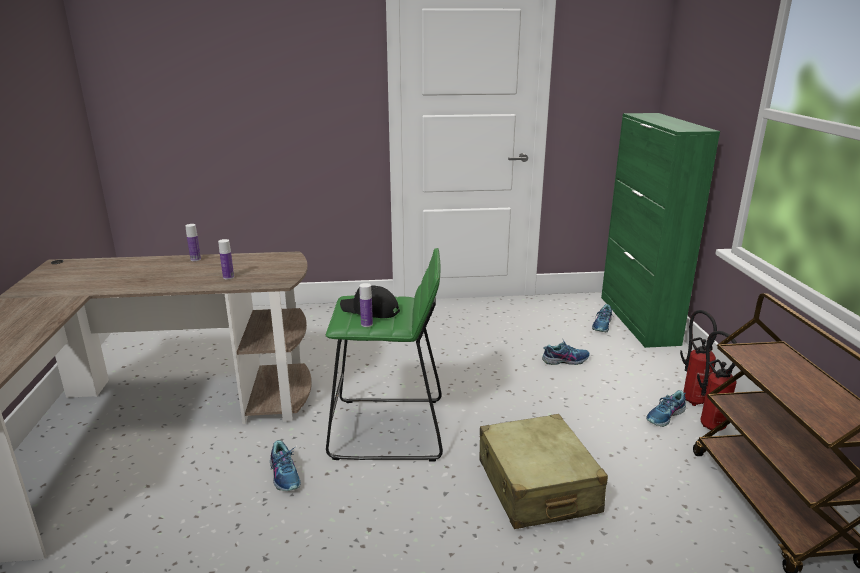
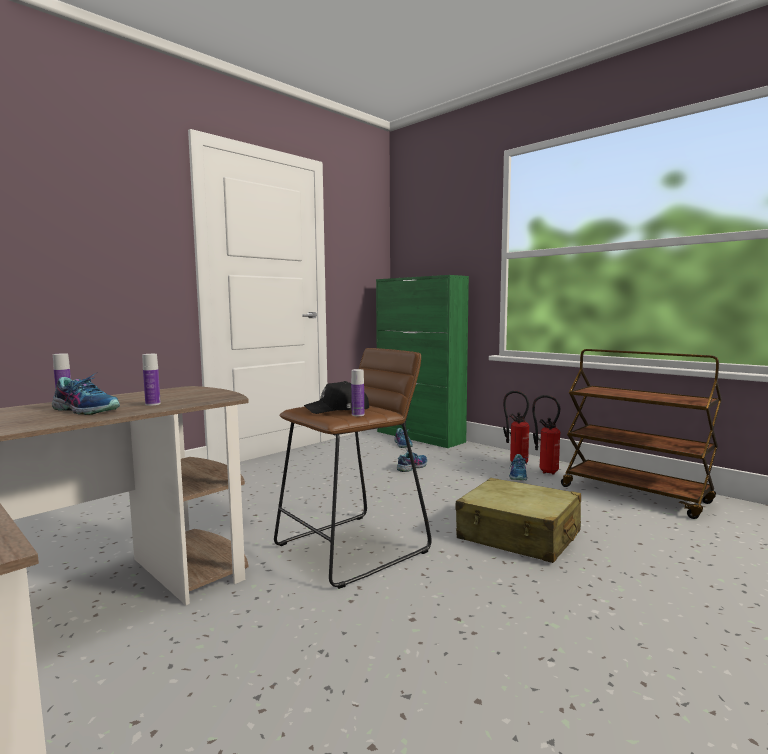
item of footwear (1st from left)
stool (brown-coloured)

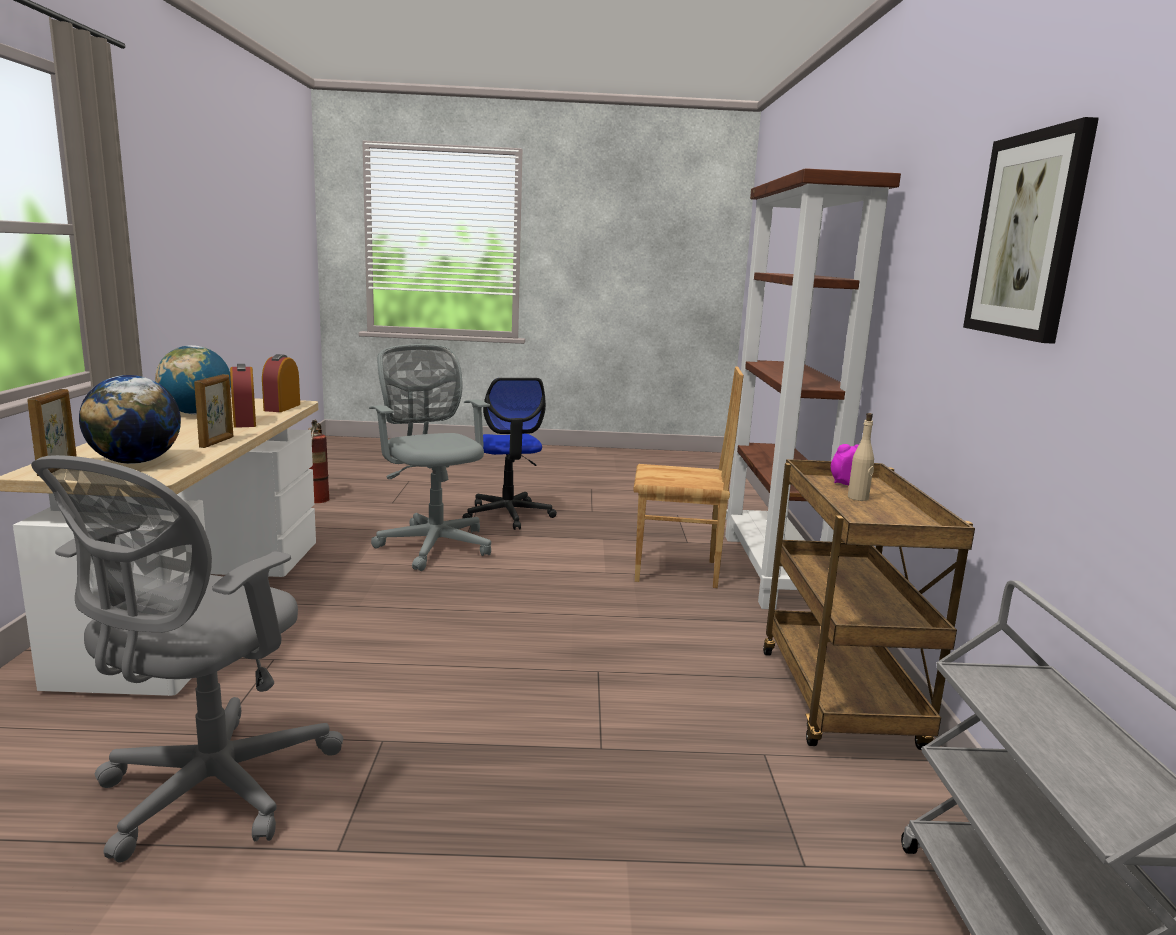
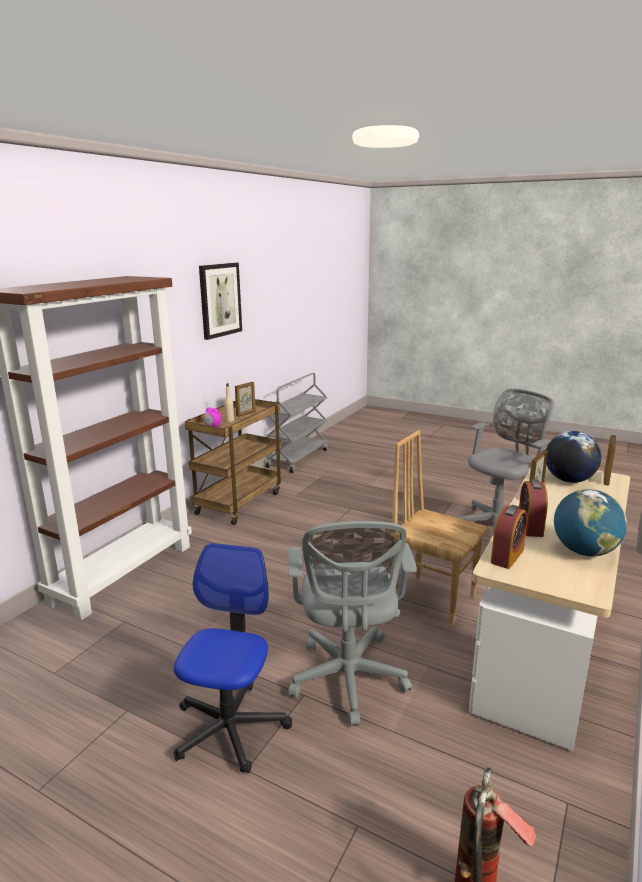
chair (brown-coloured)
photo frame (1st from left)

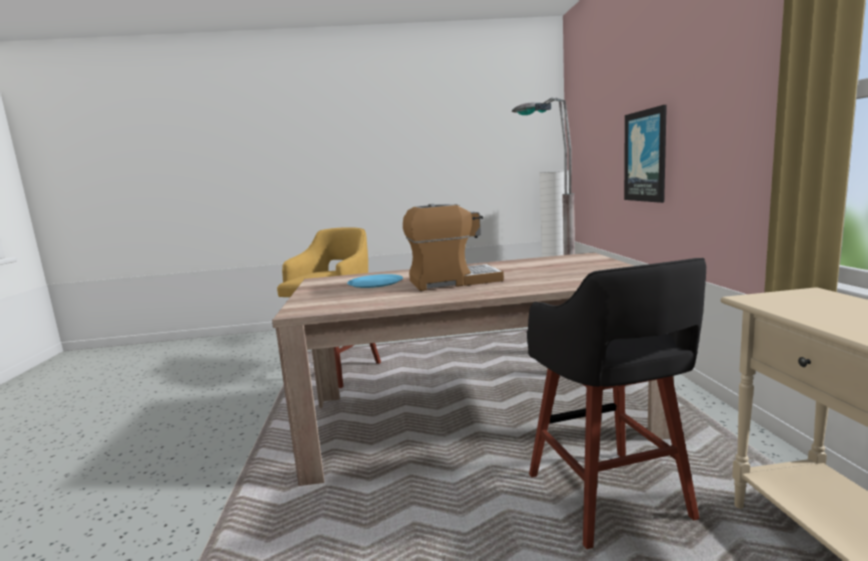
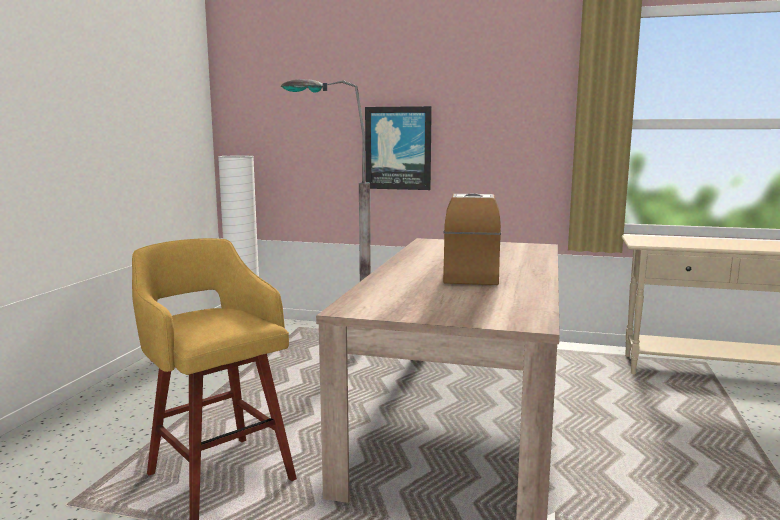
flat dish (blue-coloured)
stool (black-coloured)

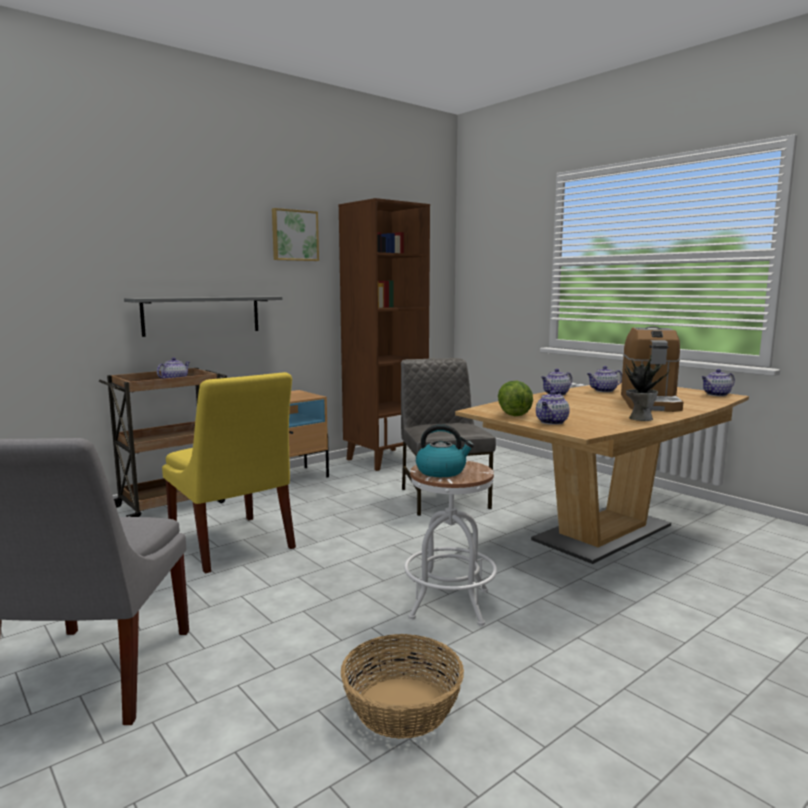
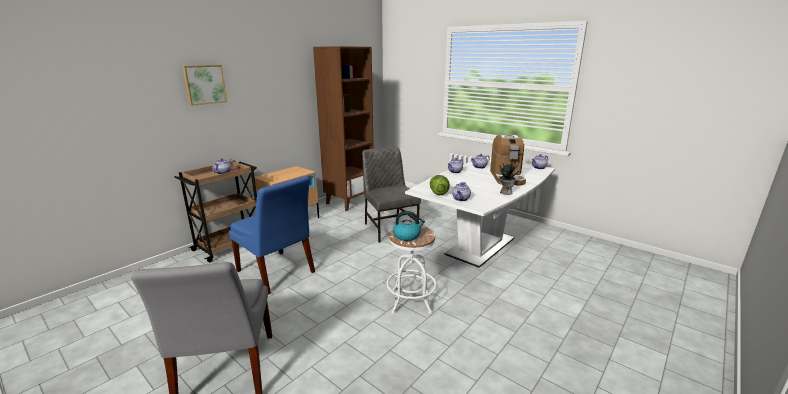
shelf (grey)
chair (blue-coloured)
picture
storage basket
dining table (white)

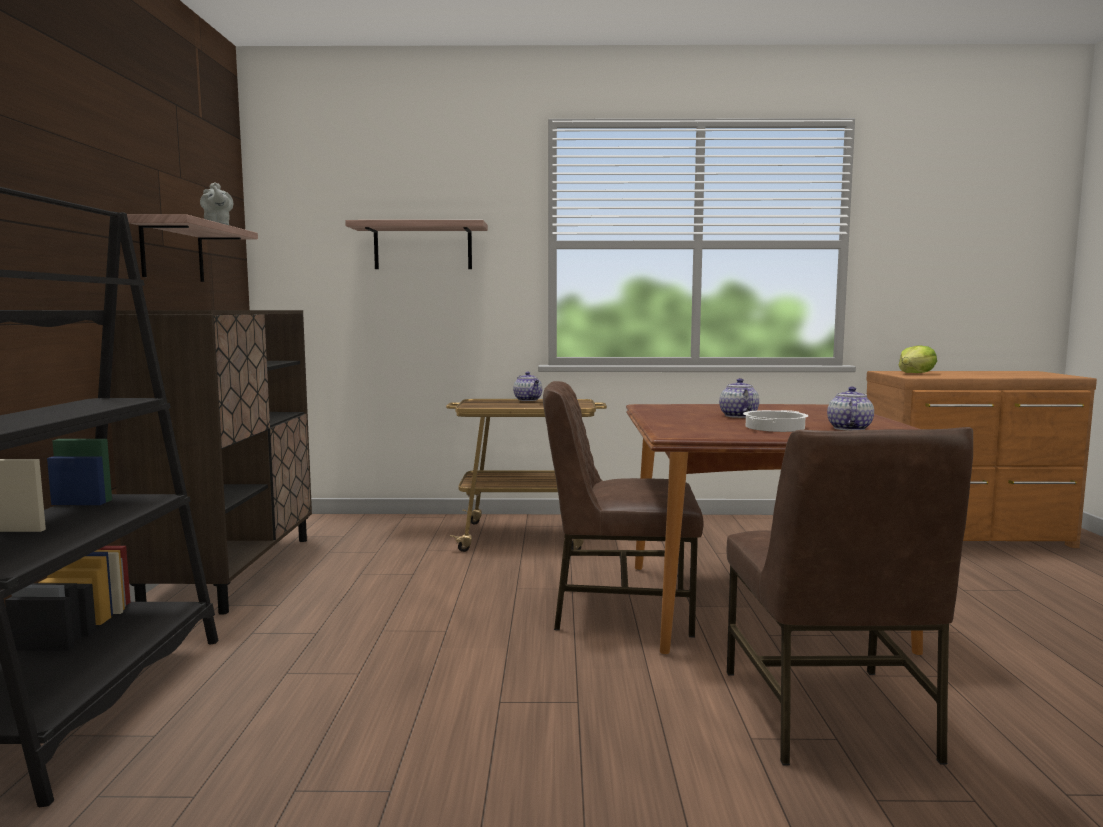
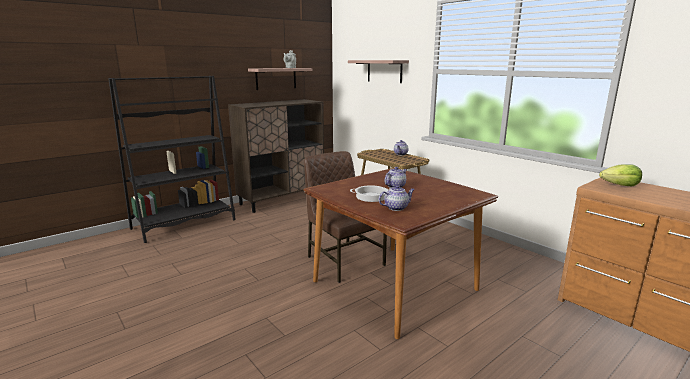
chair (brown-coloured) (2nd from left in the first image)

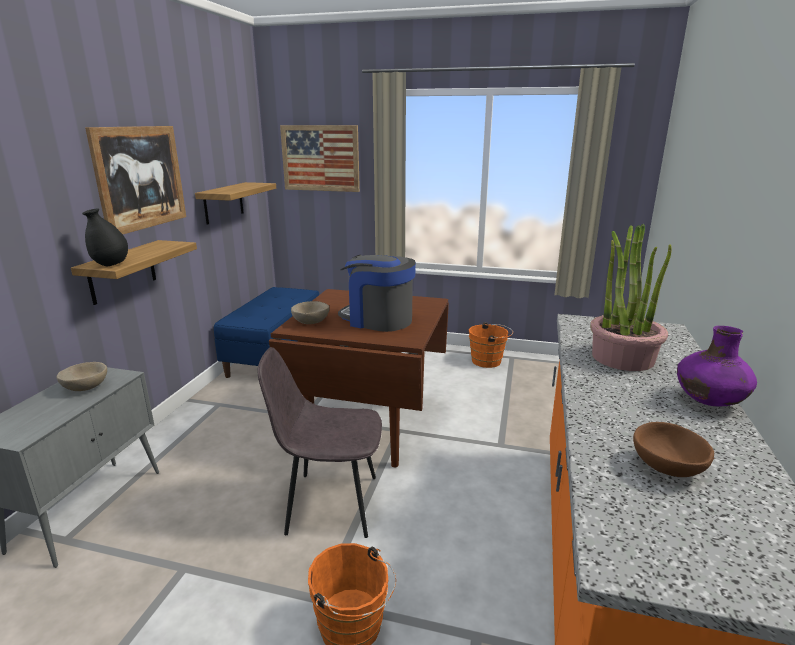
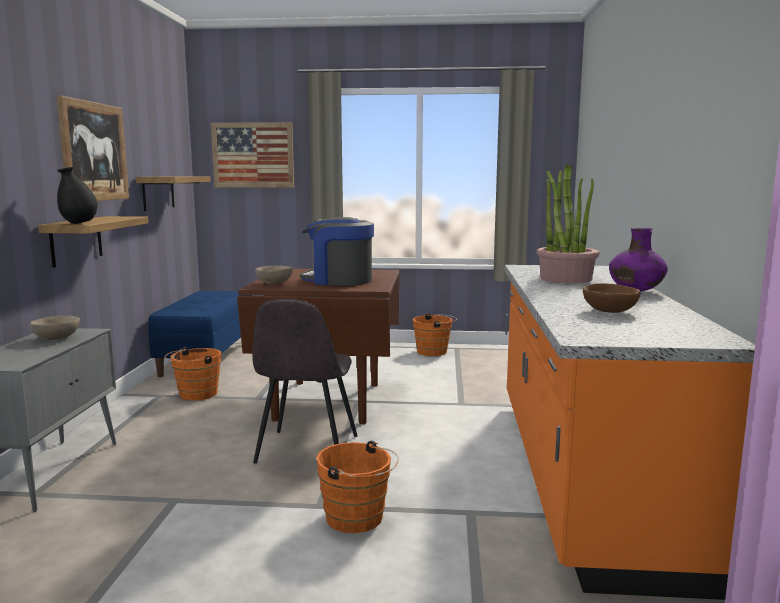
chair (grey)
bucket (orange) (1st from left)

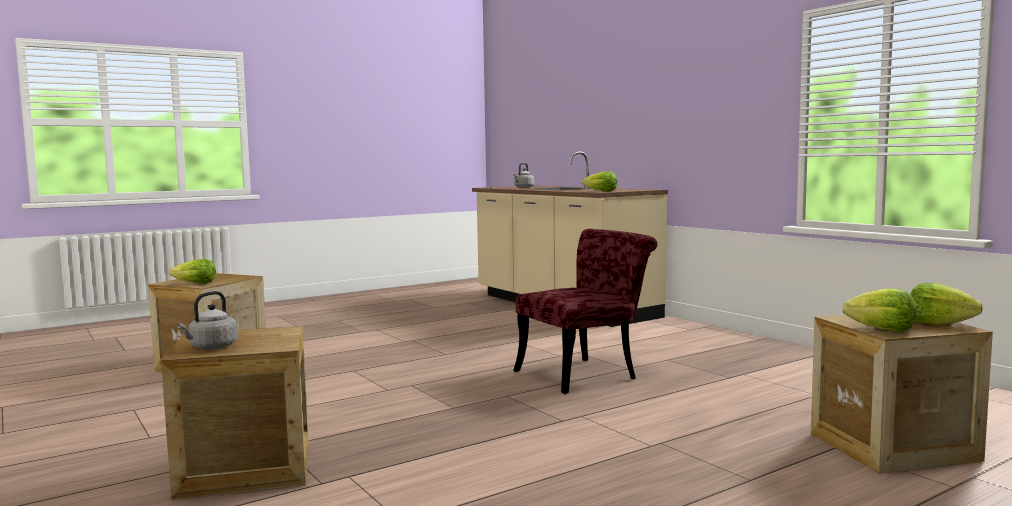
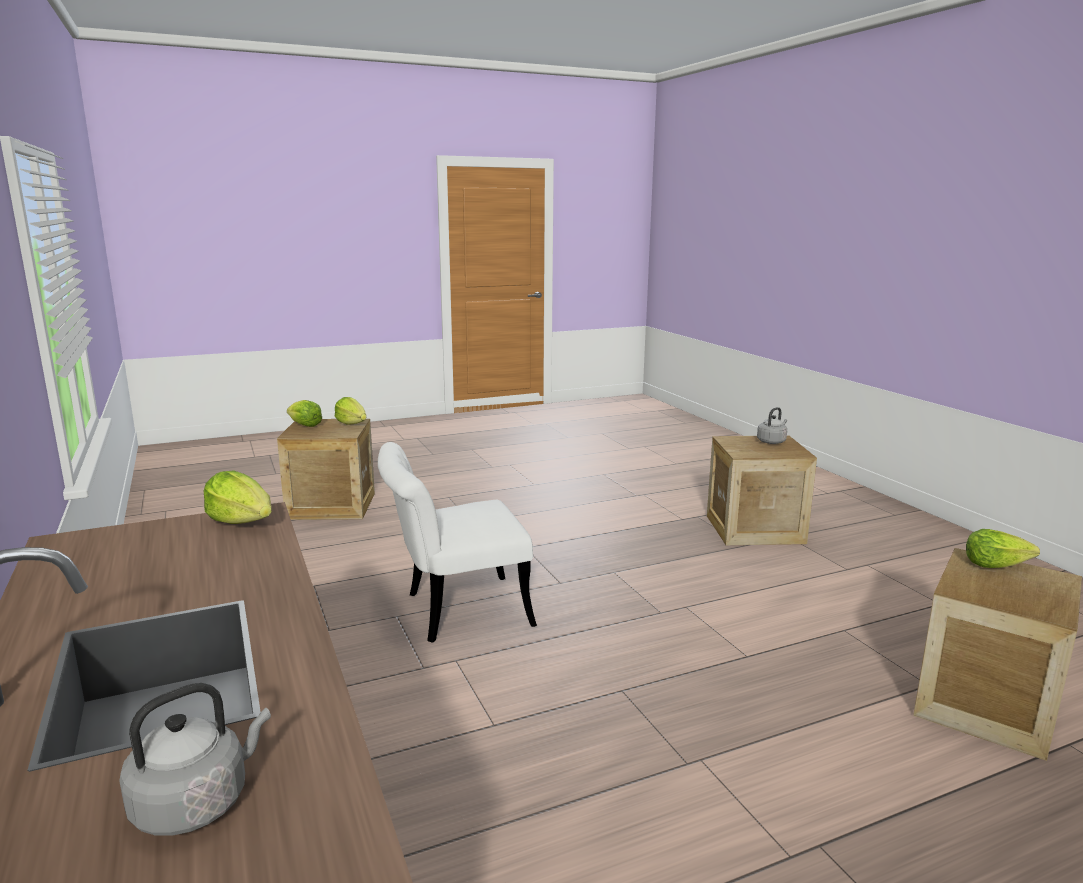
chair (white)

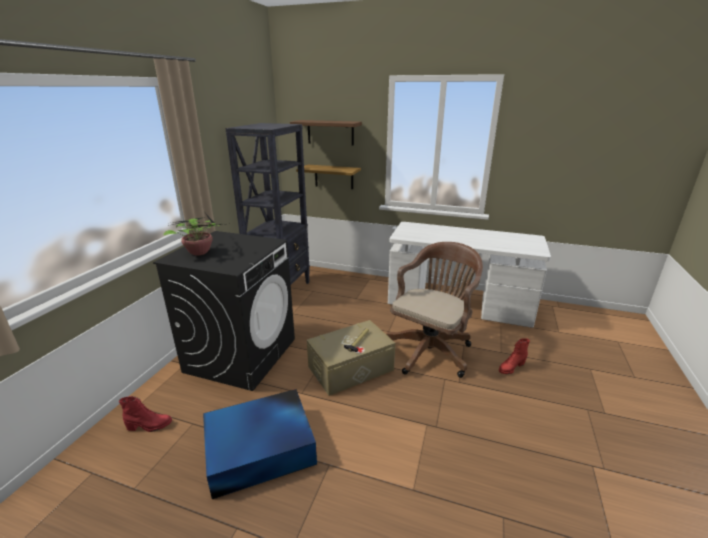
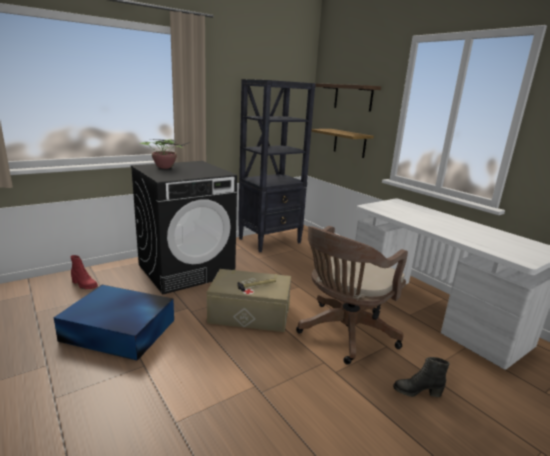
computer chair (brown-coloured)
tall boot (black-coloured)

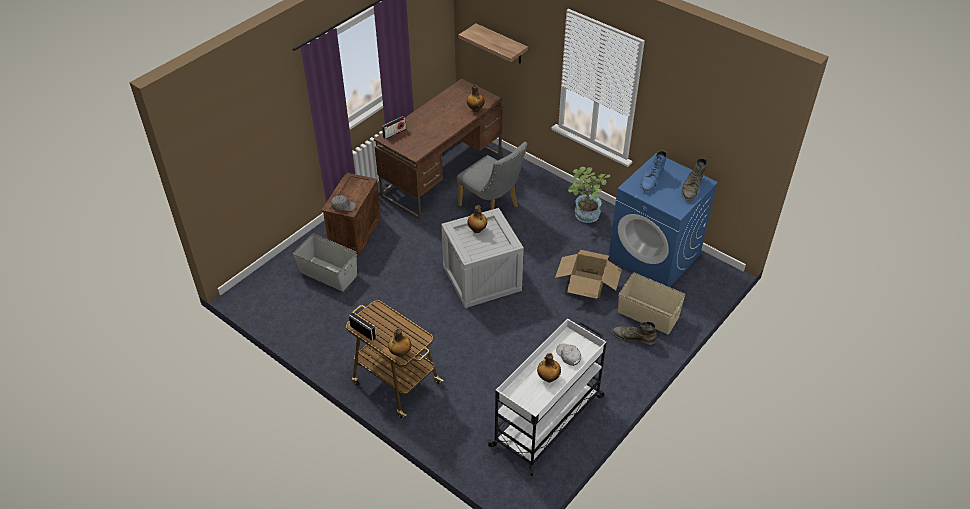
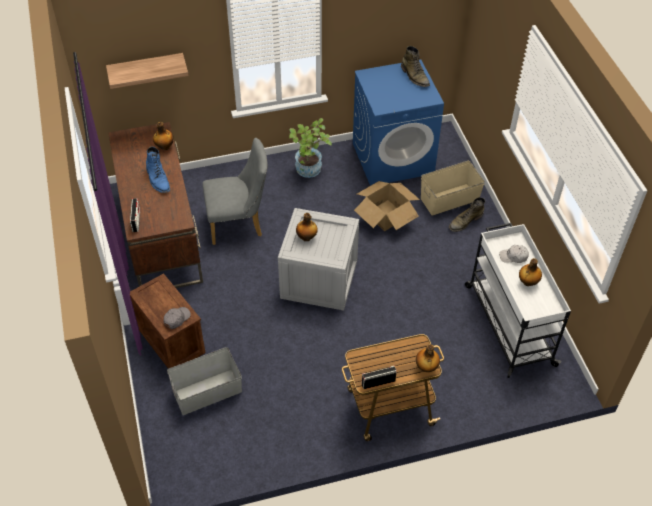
tall boot (blue-coloured)

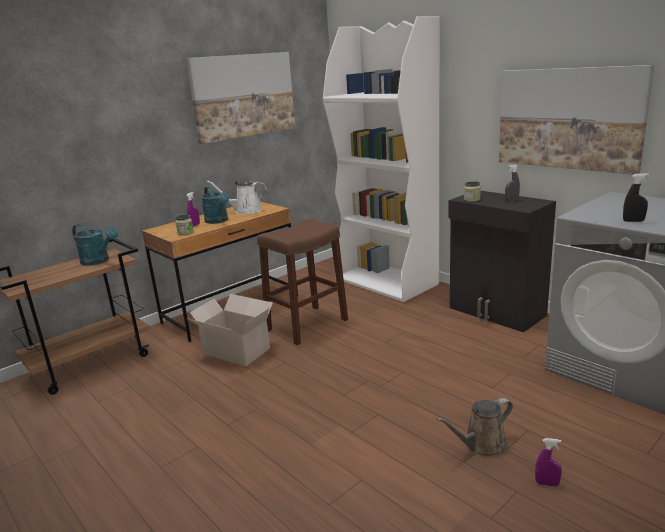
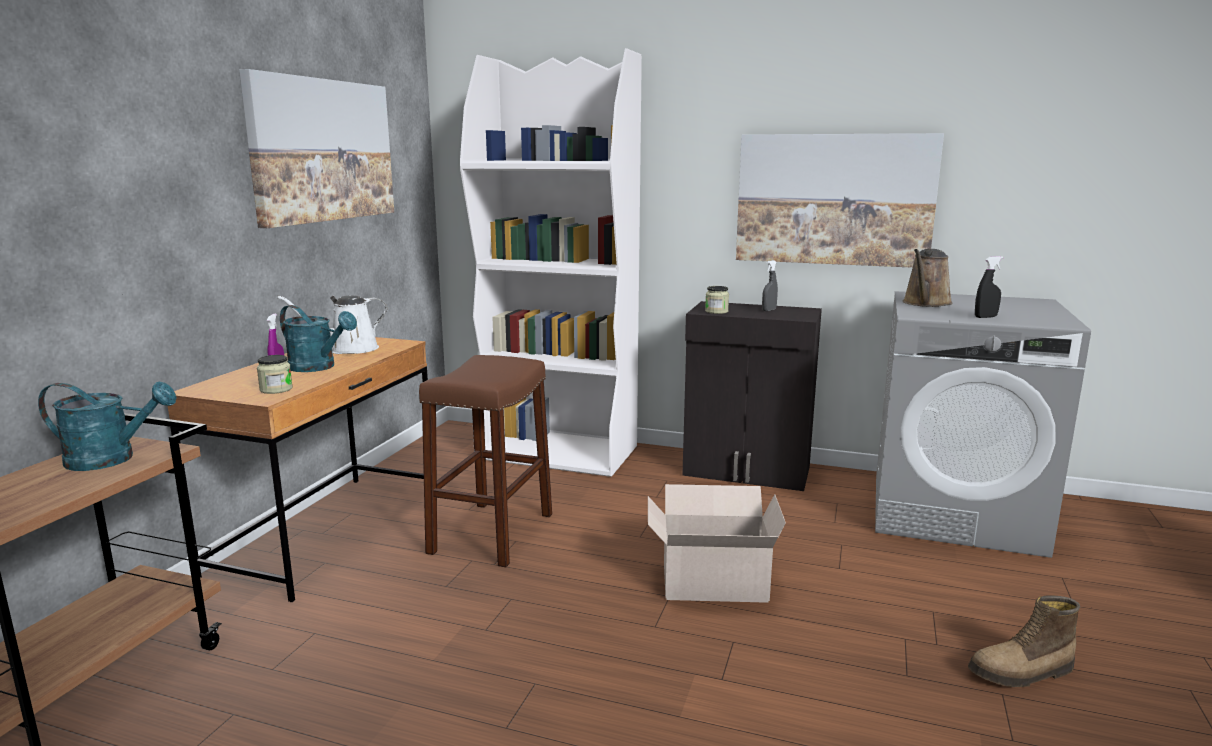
carton
sprinkling can (brown-coloured)
tall boot

